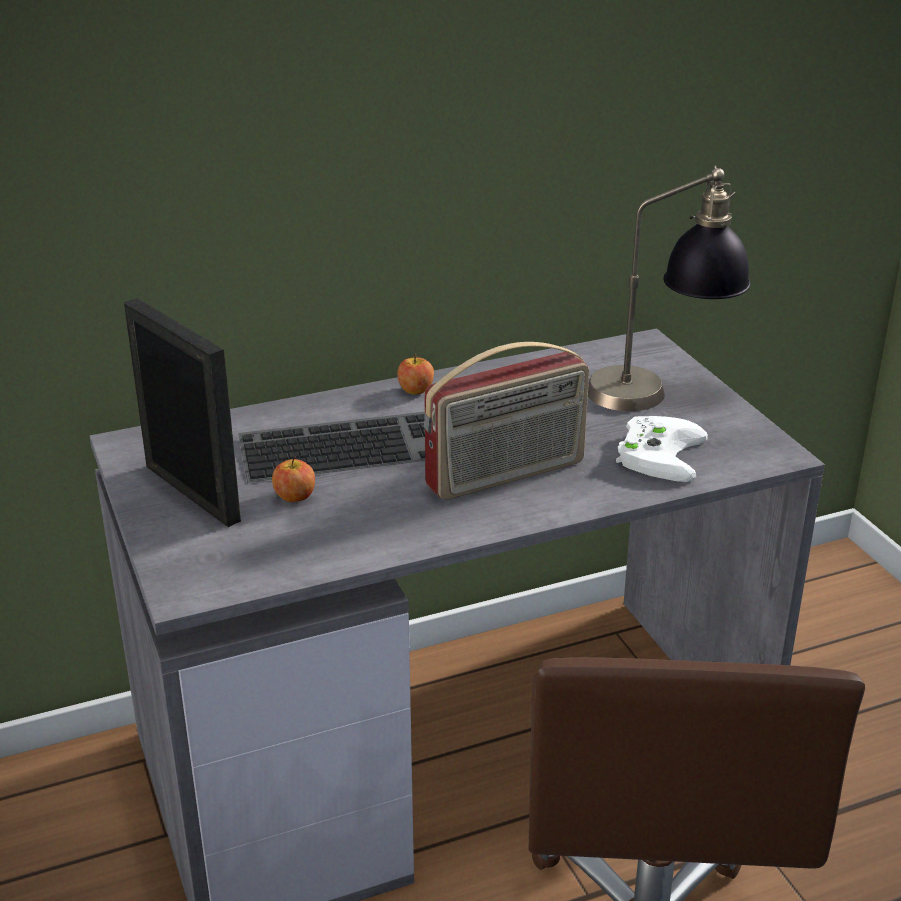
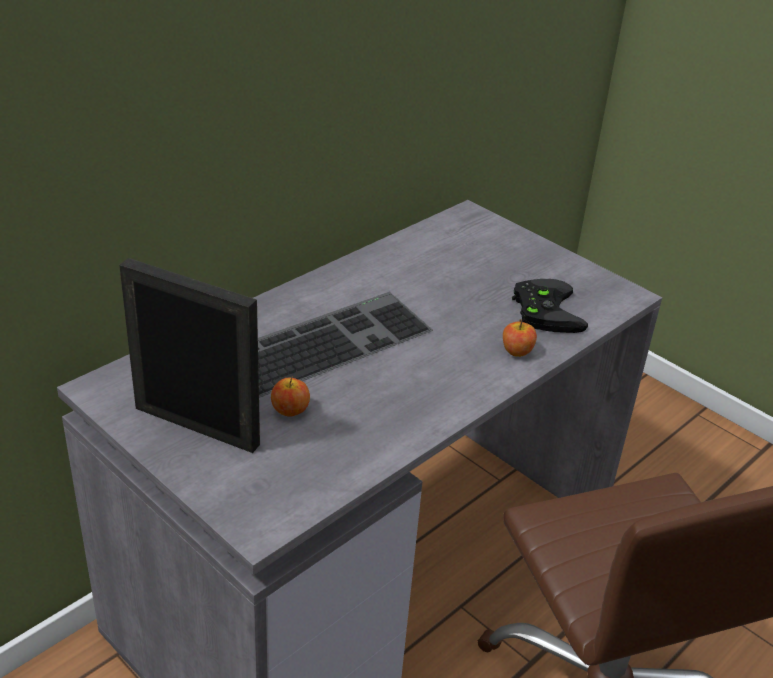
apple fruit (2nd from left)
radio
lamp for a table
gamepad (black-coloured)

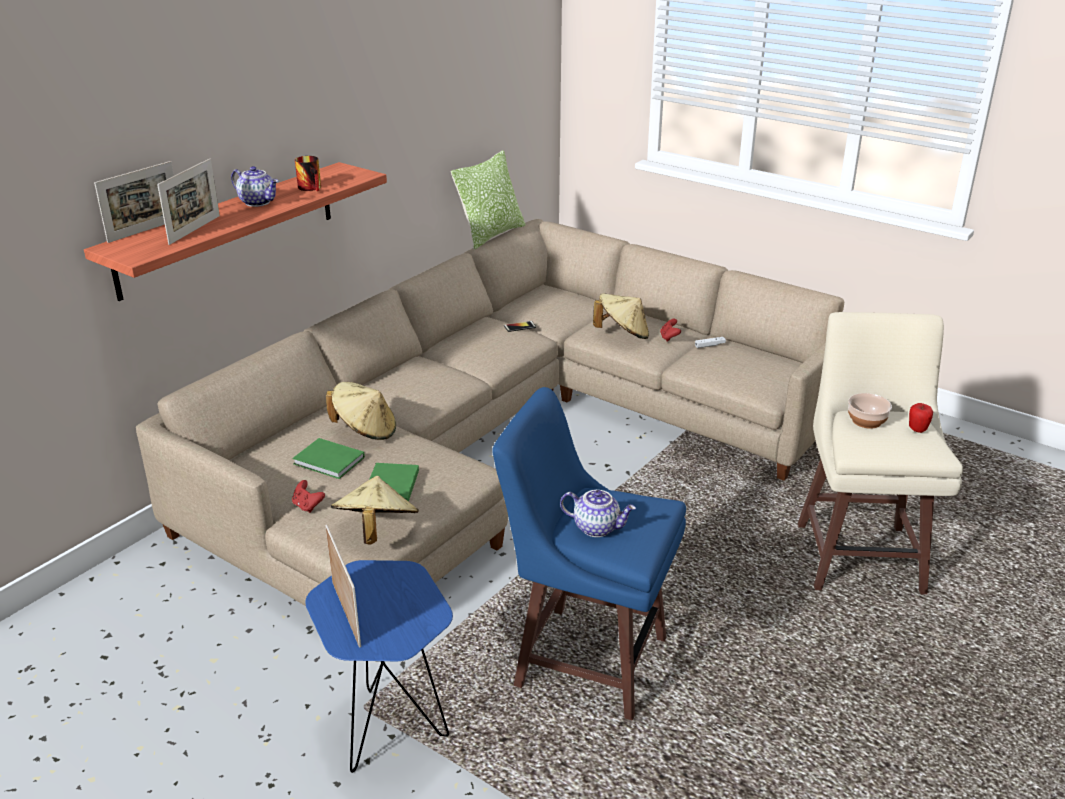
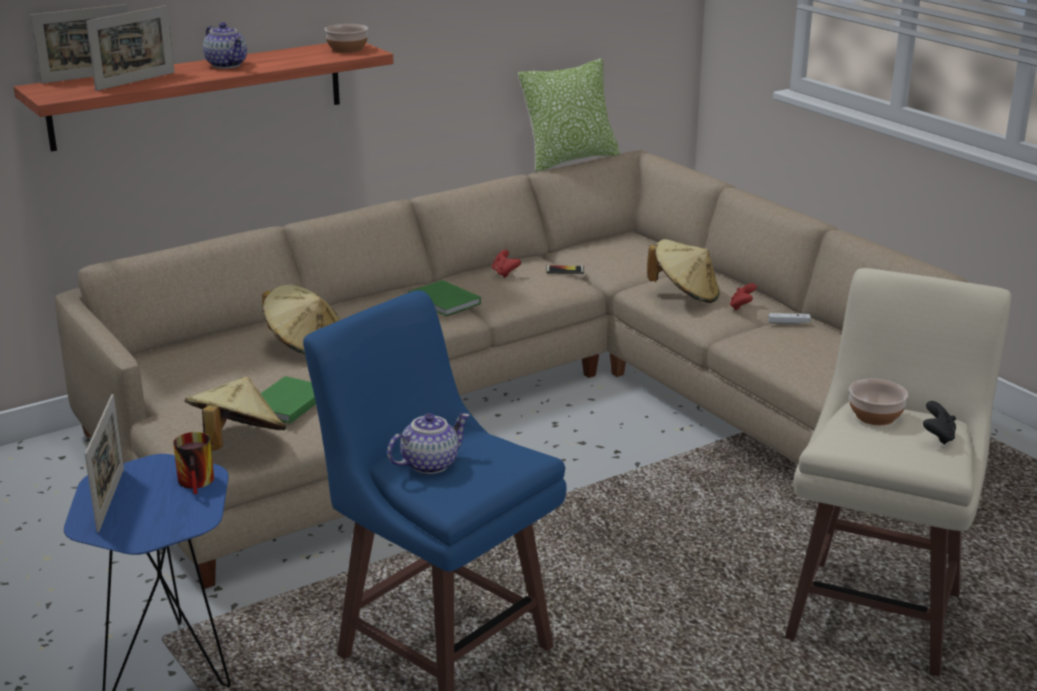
bound book (green) (2nd from left)
gamepad (red) (1st from left)
coffee mug
pot for tea (2nd from left)
gamepad (black-coloured)
serving bowl (1st from left)

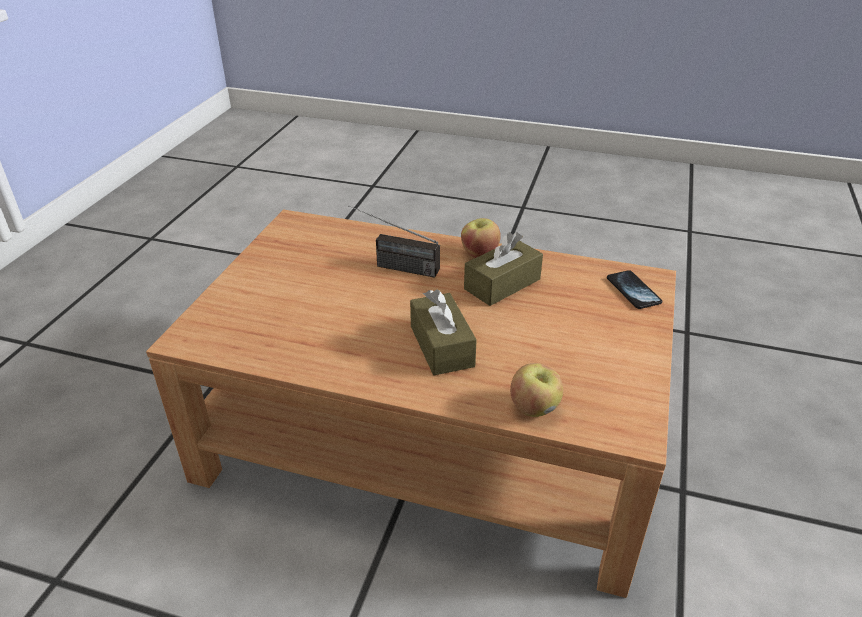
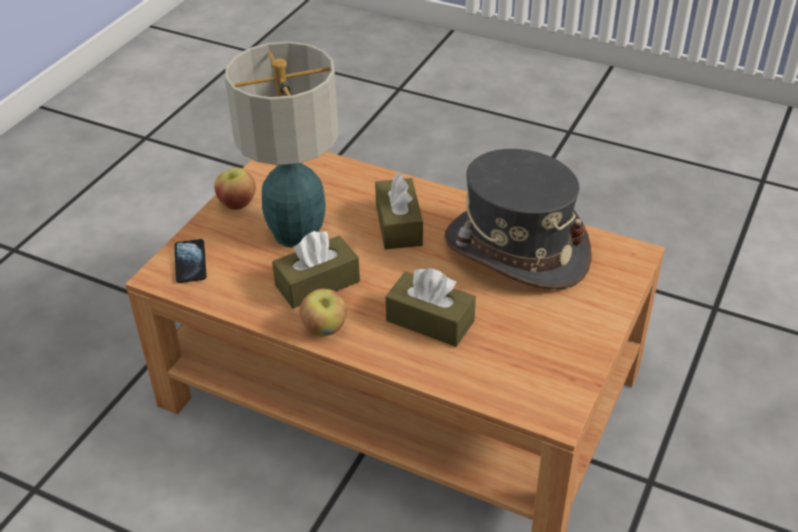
tissue holder (brown-coloured) (3rd from left)
apple fruit (1st from left)
lamp for a table
clothing hat (grey)

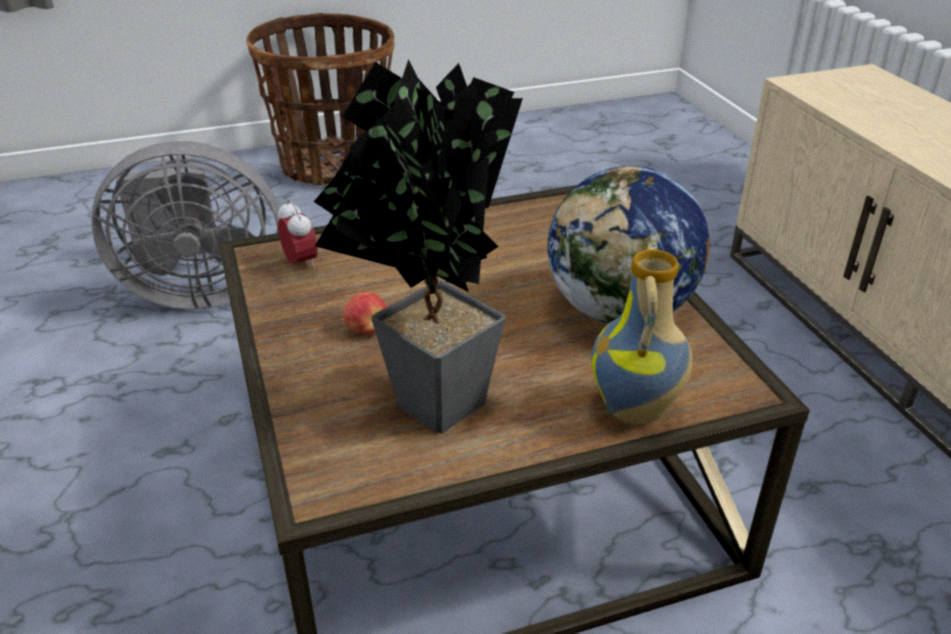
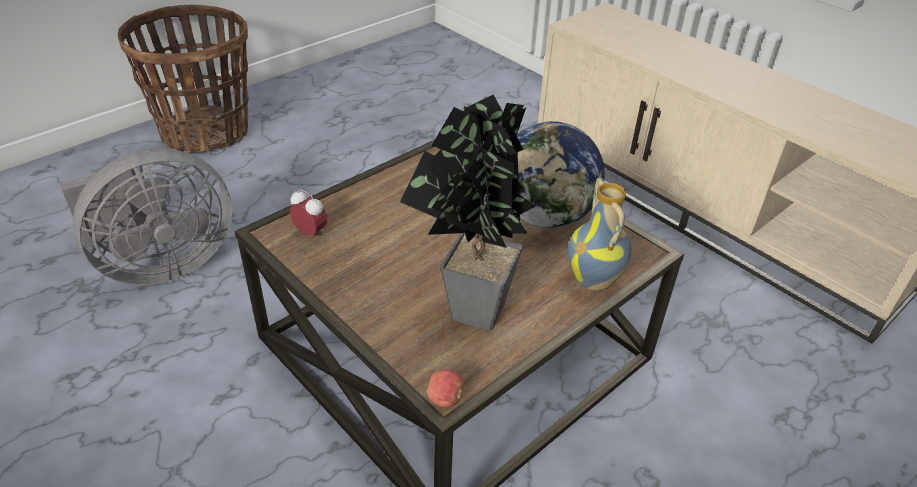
apple fruit

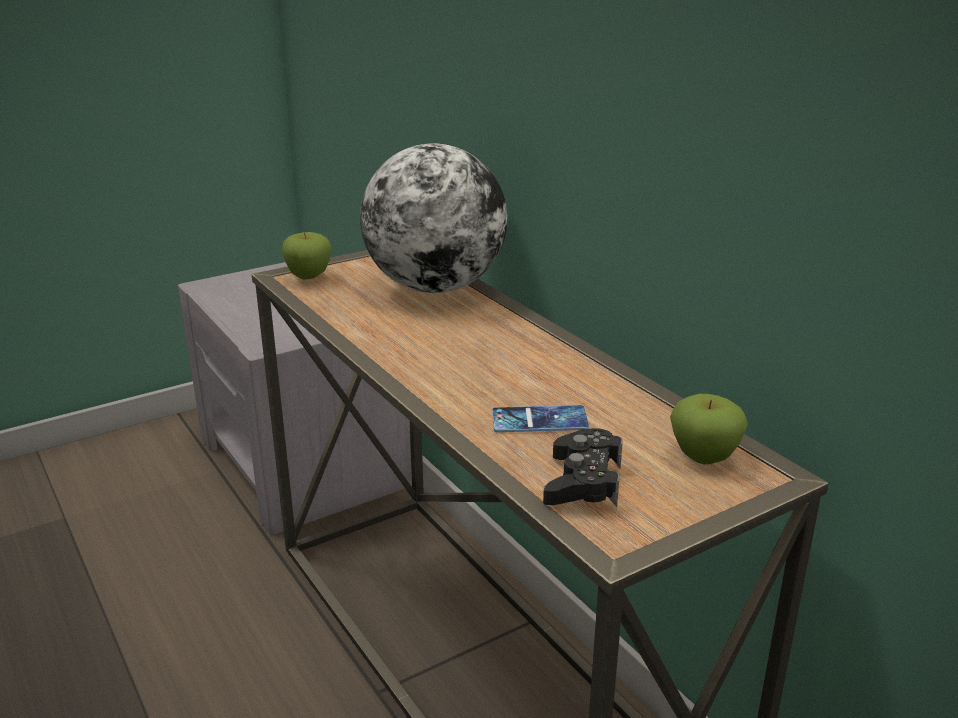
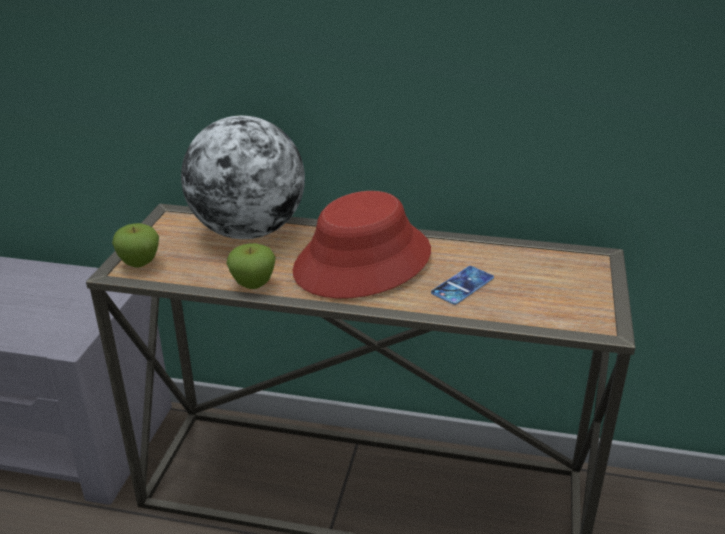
gamepad (black-coloured)
apple fruit (2nd from left)
clothing hat (red)

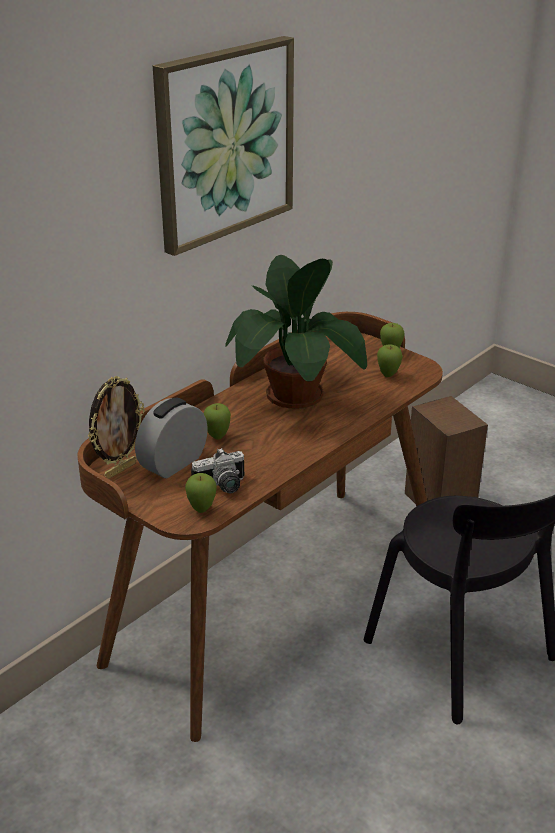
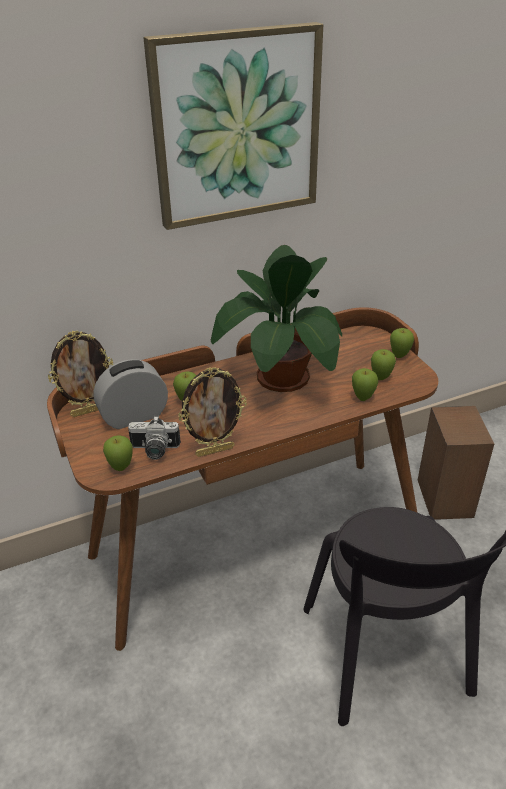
photo frame (2nd from left)
apple fruit (3rd from left)

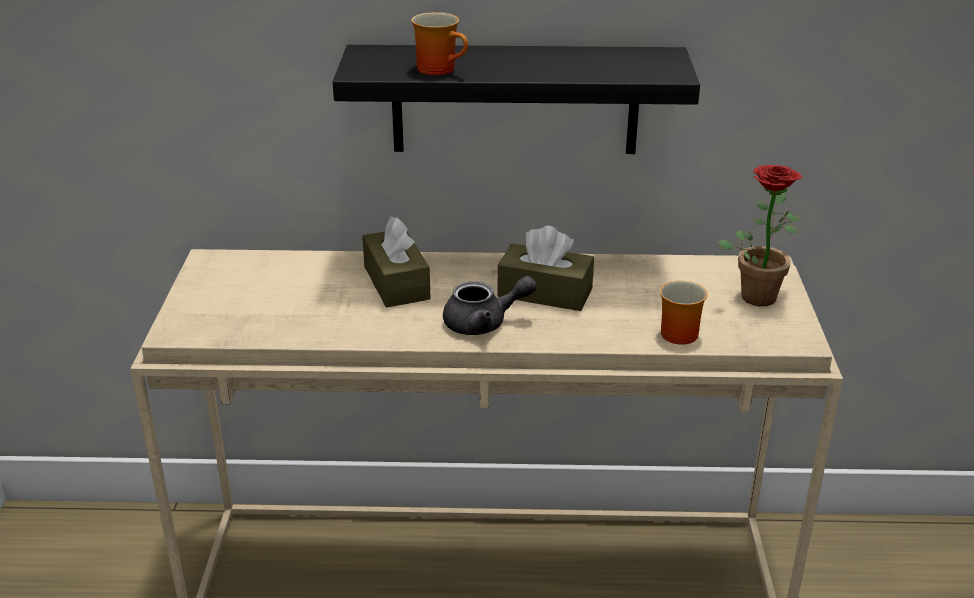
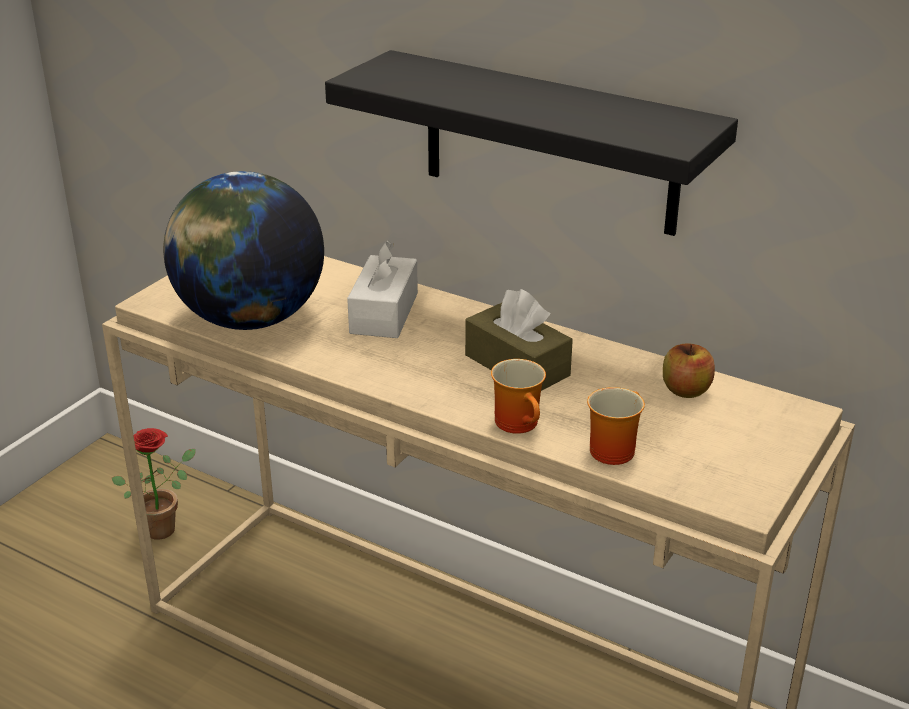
tissue holder (white)
coffee mug (1st from left)
pot for tea (grey)
houseplant
globe
apple fruit

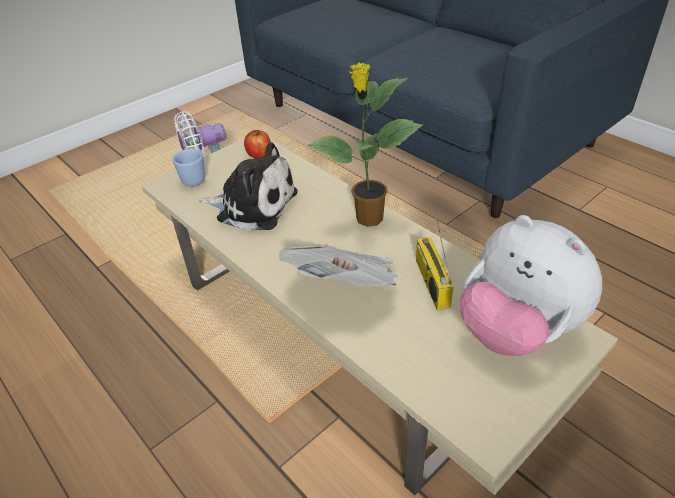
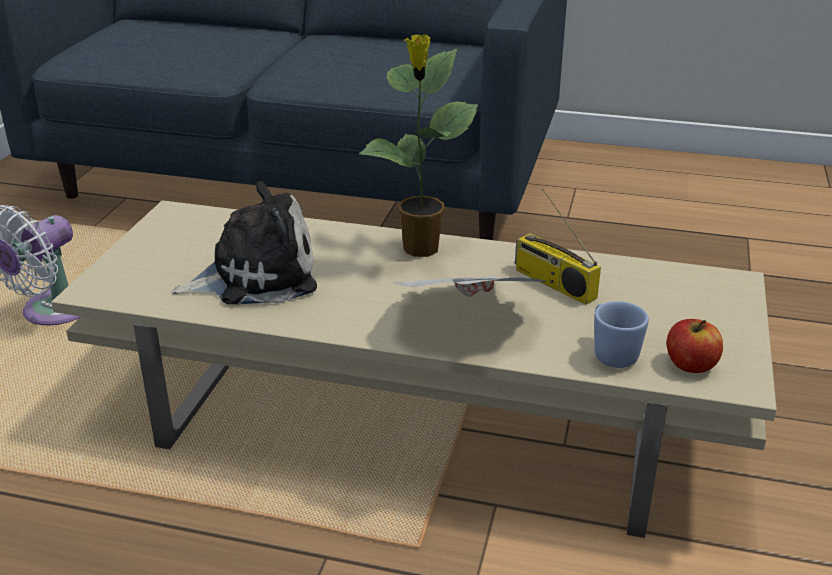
coffee mug (blue-coloured)
apple fruit
soft toy (2nd from left in the first image)

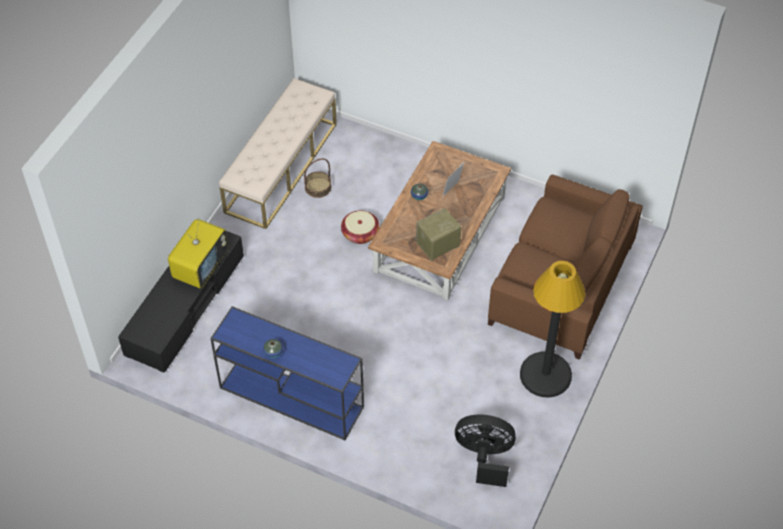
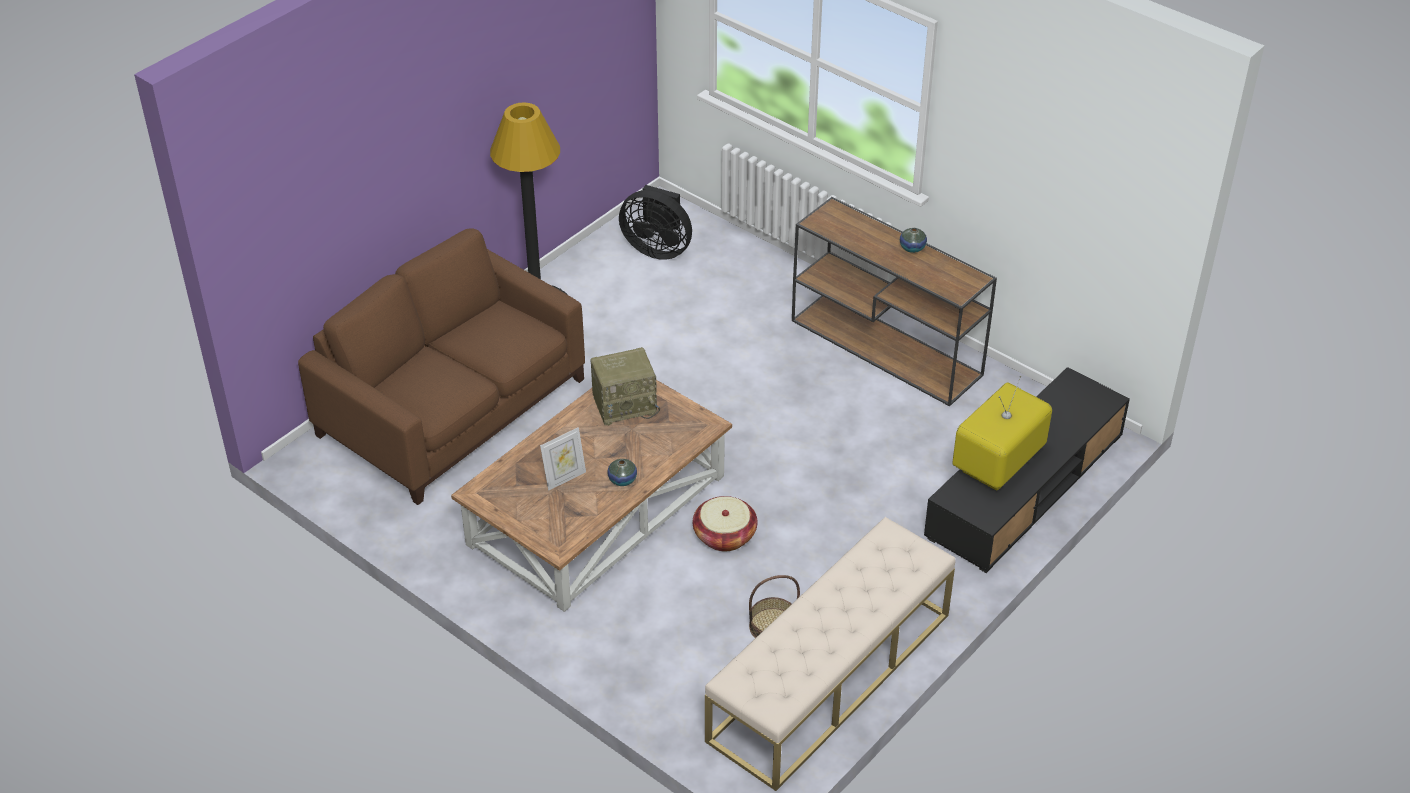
console table (brown-coloured)

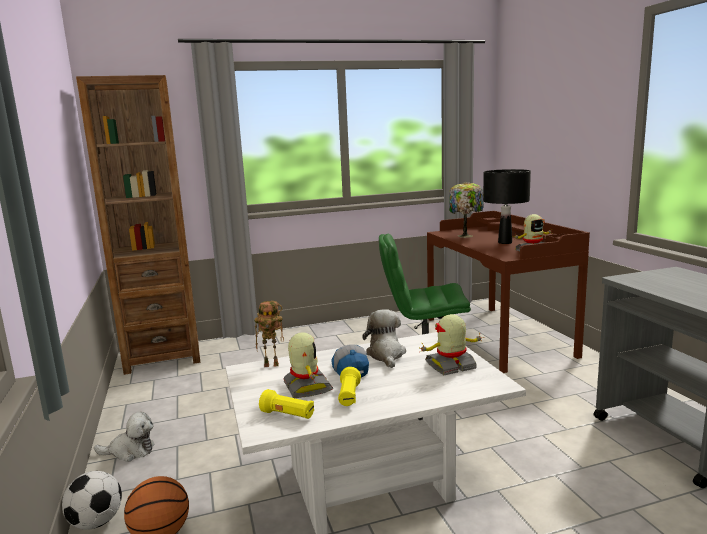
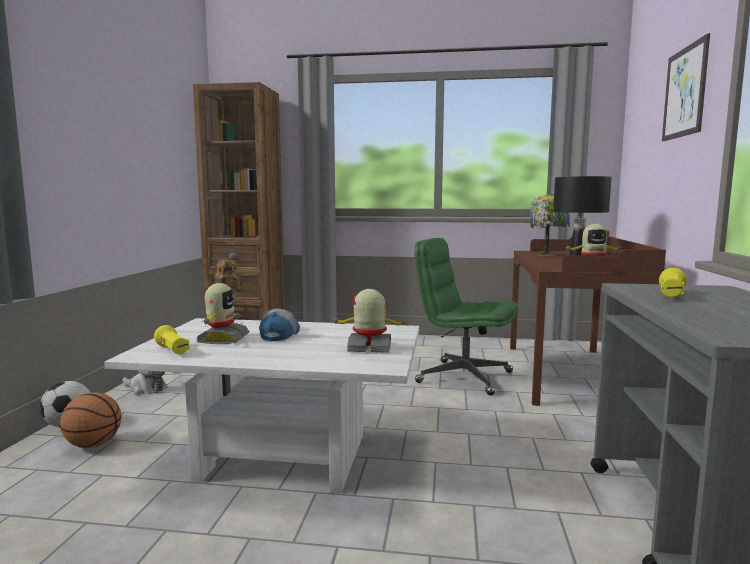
flashlight (yellow) (2nd from left)
soft toy (2nd from left in the first image)
picture

